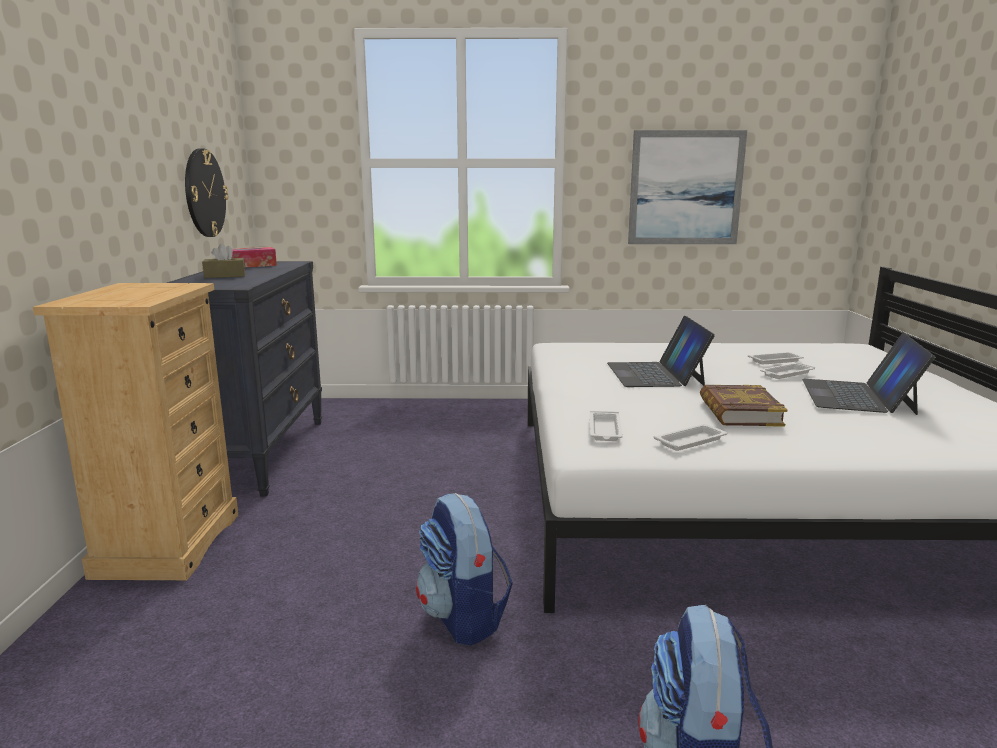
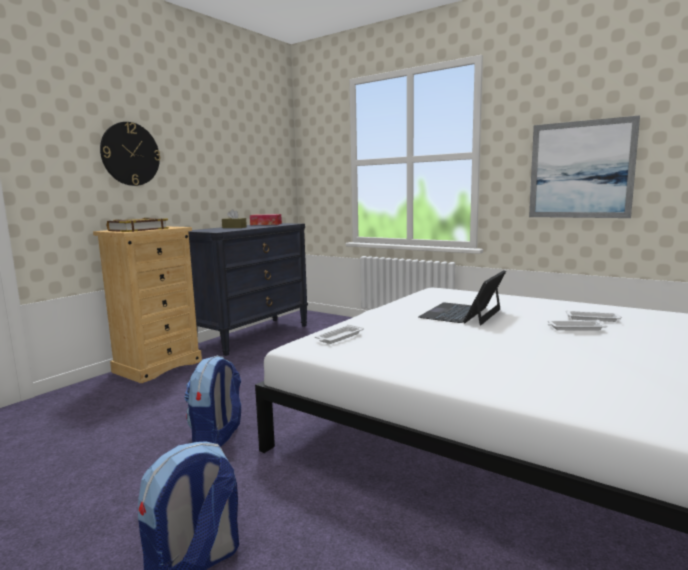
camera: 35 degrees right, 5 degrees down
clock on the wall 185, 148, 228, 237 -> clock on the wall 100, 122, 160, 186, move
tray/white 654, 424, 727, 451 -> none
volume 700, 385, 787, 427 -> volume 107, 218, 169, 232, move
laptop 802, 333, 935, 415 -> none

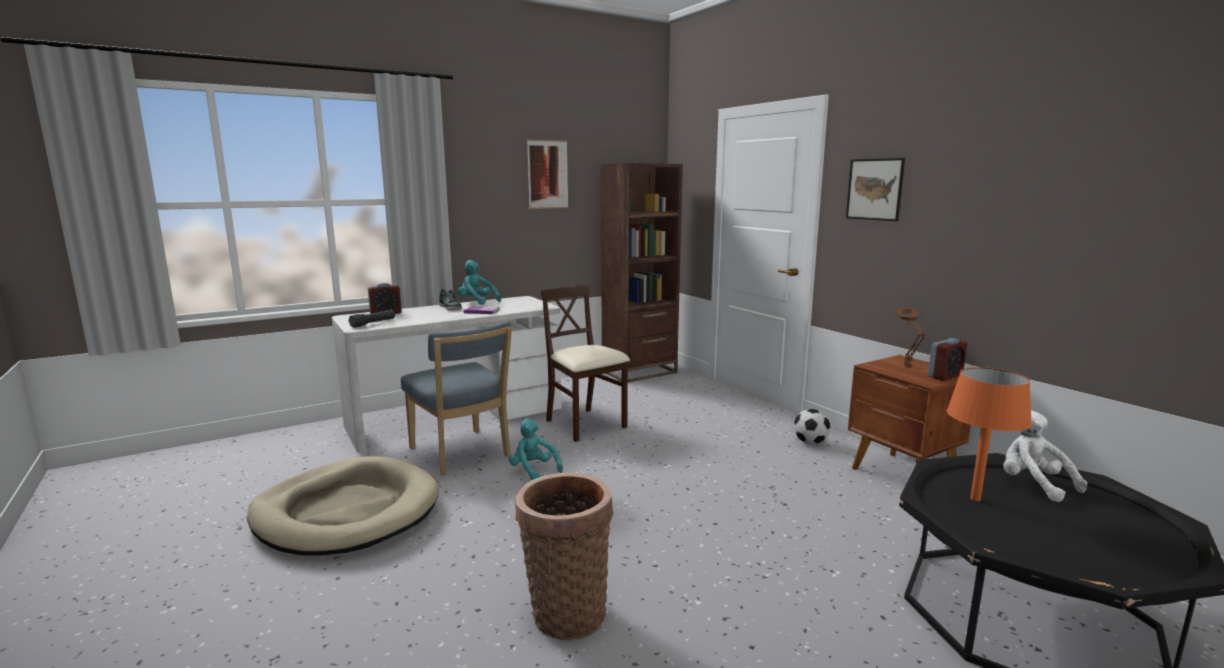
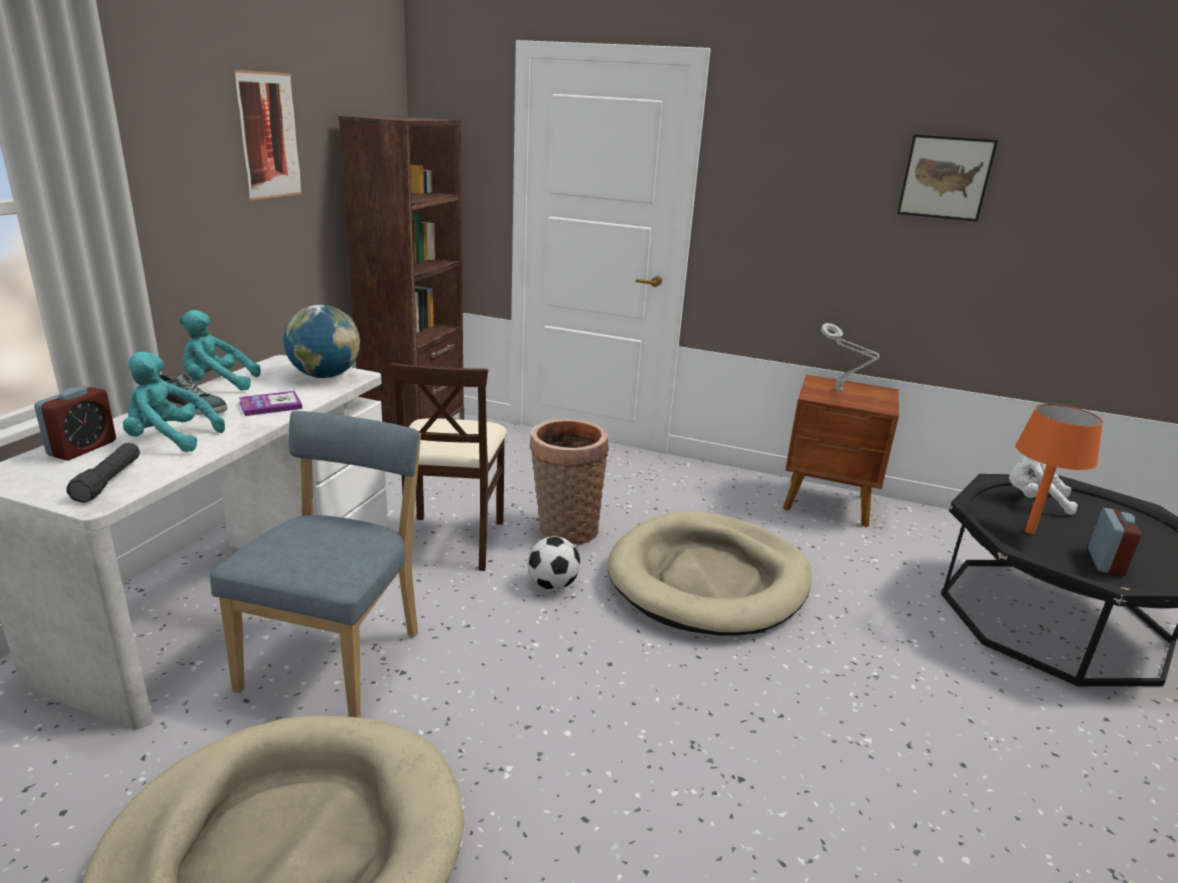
camera: 40 degrees left, 10 degrees up
chair/bluish 401, 322, 512, 475 -> chair/bluish 210, 411, 421, 718, 90 degrees counterclockwise
soft toy/blue-green 509, 418, 563, 480 -> soft toy/blue-green 123, 352, 225, 452, move
basket 515, 472, 613, 640 -> basket 530, 419, 609, 545, move
chair/sand-coloured 541, 285, 630, 442 -> chair/sand-coloured 391, 363, 507, 571, 105 degrees counterclockwise
football 794, 409, 831, 444 -> football 527, 536, 580, 590, move
wall art 846, 158, 905, 221 -> wall art 897, 134, 998, 222, move
table lamp/brown 897, 307, 925, 367 -> table lamp/gray 821, 323, 880, 391
bedside clock 928, 338, 967, 381 -> bedside clock 1088, 508, 1141, 576, move
none -> world globe 283, 305, 360, 378
none -> dog cushion/sand-coloured 608, 511, 812, 636

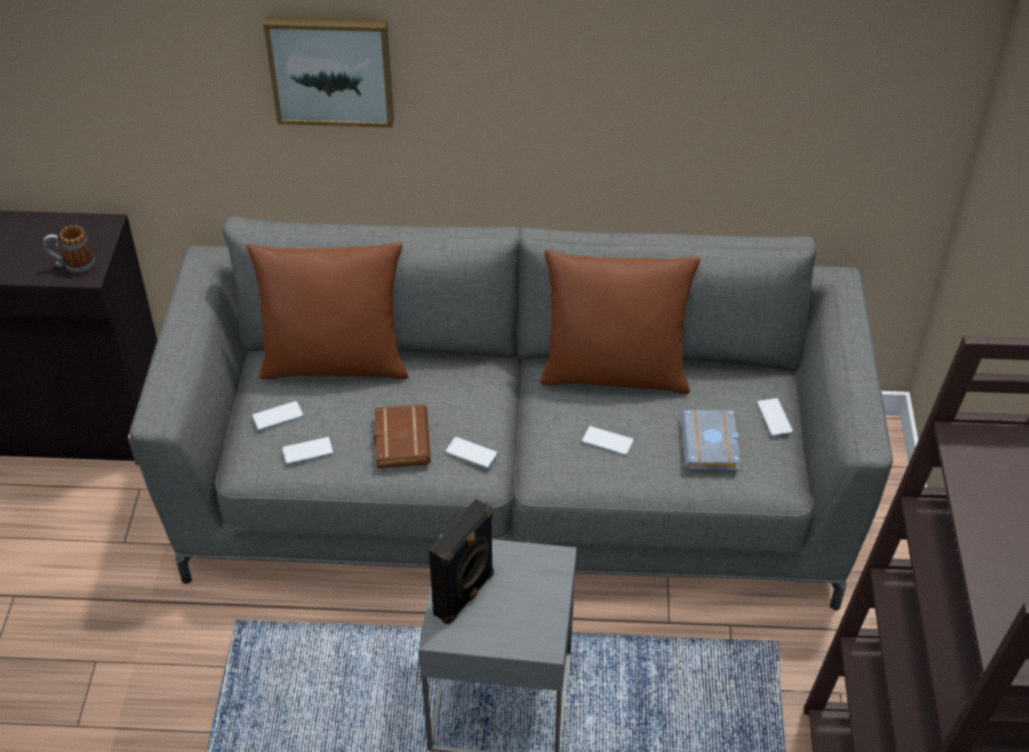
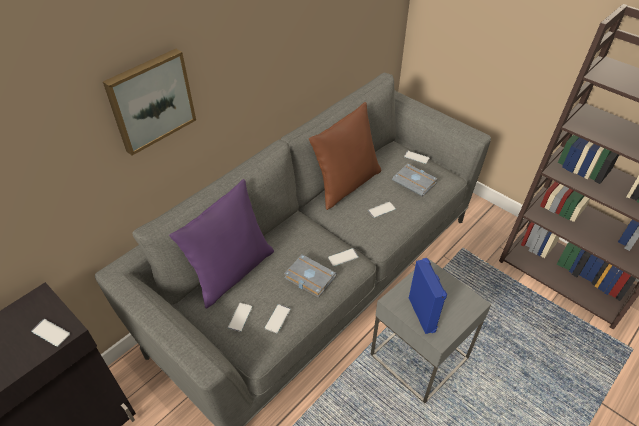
camera: 50 degrees left, 0 degrees up
coffee mug 43, 225, 96, 274 -> phone 31, 319, 70, 347
cushion/brown 247, 243, 408, 379 -> cushion/purplish 169, 179, 274, 308
volume/brown 374, 405, 431, 468 -> volume/gray 284, 254, 337, 298
audio speaker/blackish 429, 499, 494, 625 -> audio speaker/bluish 409, 258, 447, 334

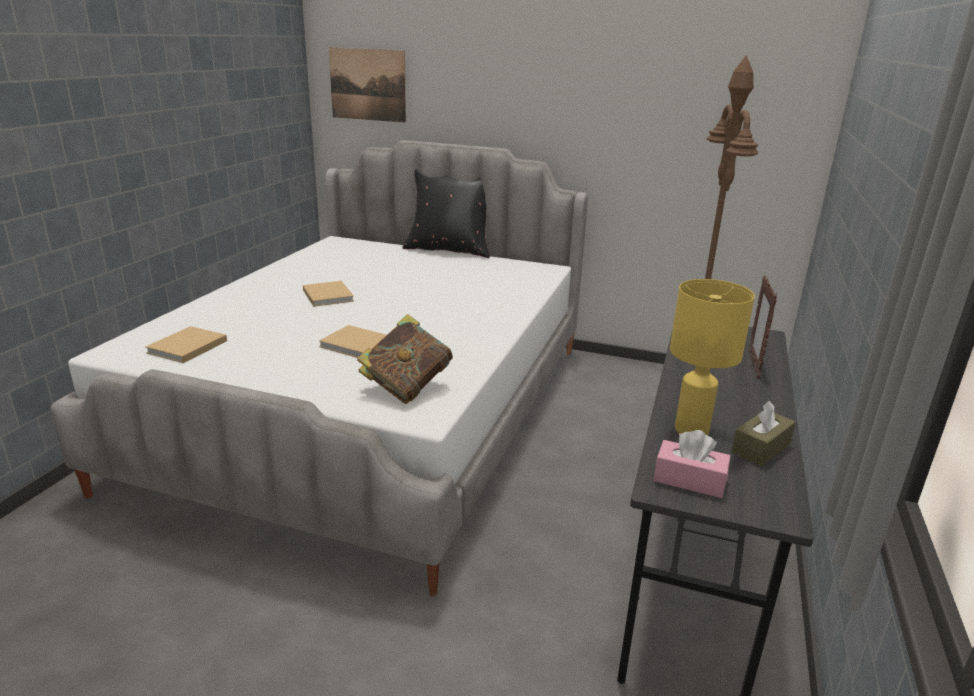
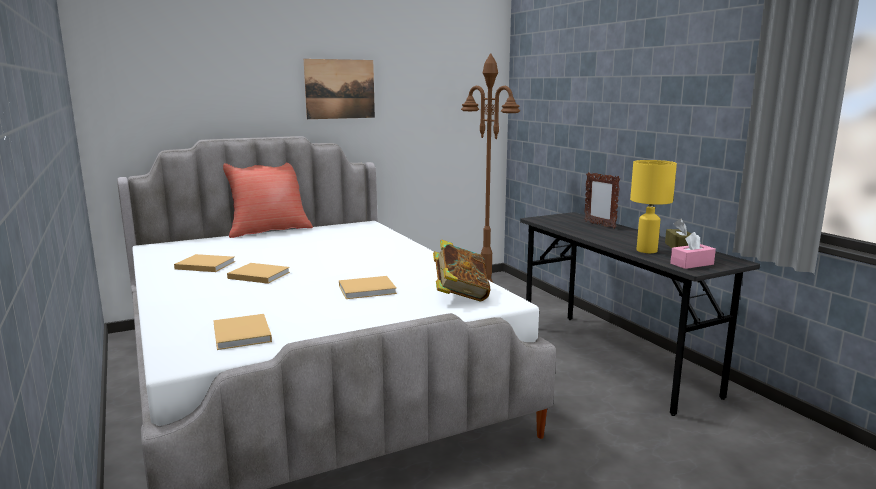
camera: 45 degrees left, 10 degrees down
wall art 329, 47, 406, 123 -> wall art 304, 59, 375, 119, move
cushion/blackish 402, 169, 490, 258 -> cushion/reddish 223, 163, 313, 238
none -> volume/sand-coloured 174, 254, 235, 272

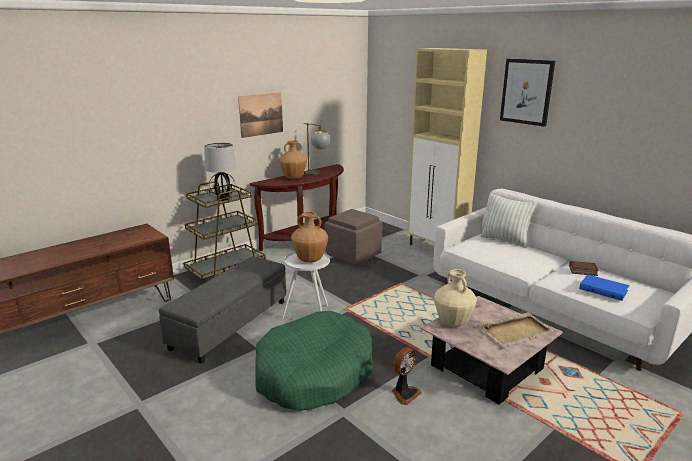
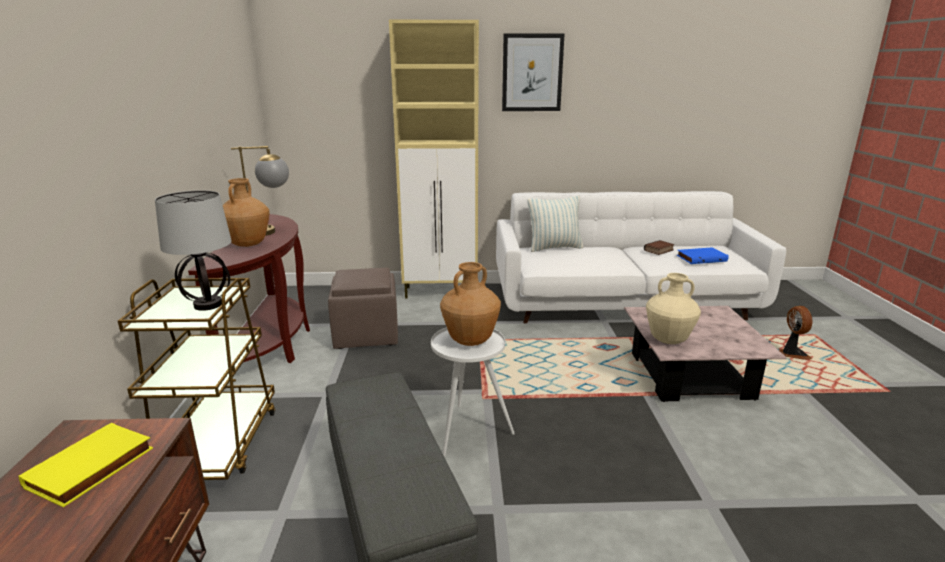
camera: 50 degrees left, 0 degrees up
wall art 238, 93, 283, 138 -> none
dog cushion/greenish 255, 311, 373, 411 -> none
cooling fan 392, 347, 422, 405 -> cooling fan 779, 306, 812, 360, move
tray/sand-coloured 478, 312, 555, 347 -> none
none -> volume/yellow-coloured 19, 423, 153, 507

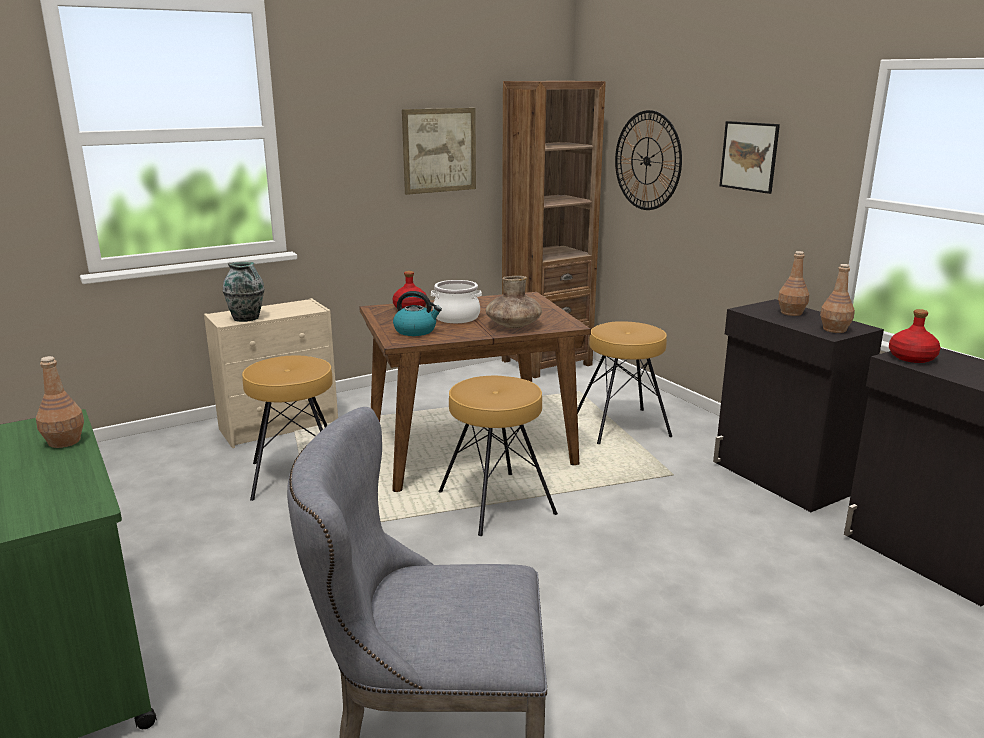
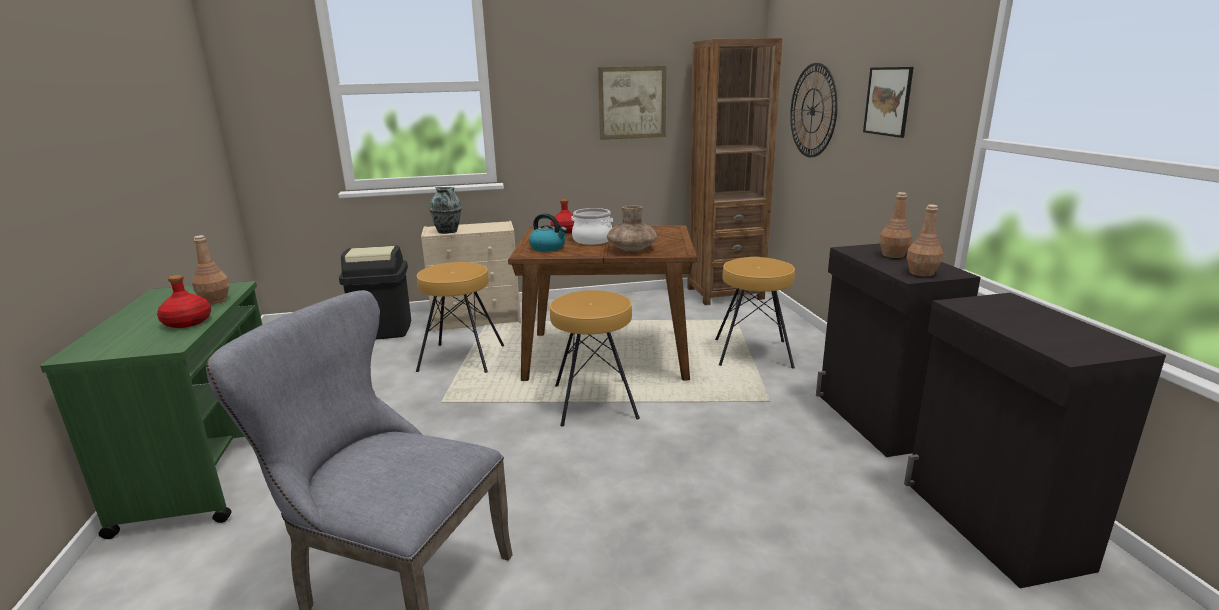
camera: 20 degrees right, 0 degrees up
drink bottle/reddish 889, 309, 941, 363 -> drink bottle/reddish 157, 275, 211, 328, move
none -> waste bin/blackish 339, 246, 411, 339

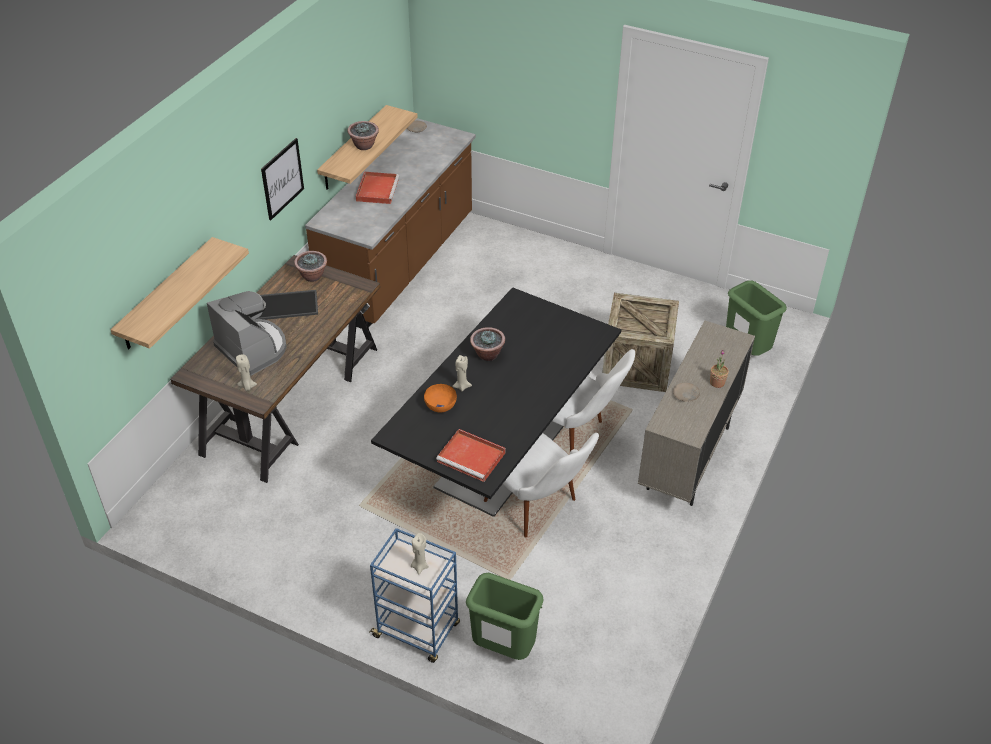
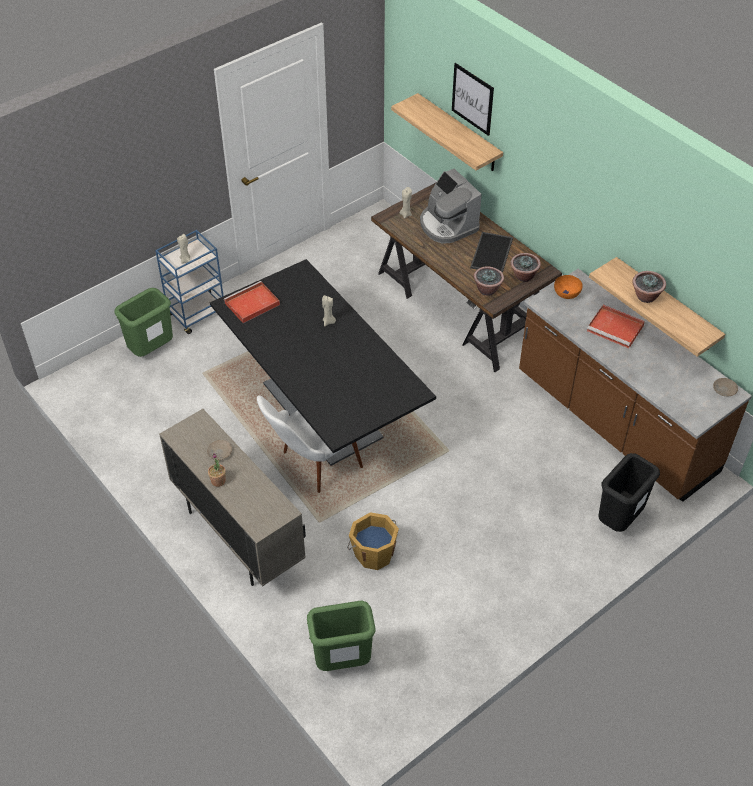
camera: 115 degrees right, 5 degrees up
coffee brewer 207, 291, 287, 376 -> coffee brewer 420, 169, 482, 244, 75 degrees clockwise
wall art 261, 138, 304, 220 -> wall art 452, 63, 494, 136, move
bowl/orangey 424, 384, 457, 412 -> bowl/orangey 554, 275, 583, 299, move
houseplant 470, 327, 505, 361 -> houseplant 473, 266, 504, 296, move
chair/white 484, 433, 599, 538 -> none
shipping crate 602, 293, 679, 392 -> water bucket/orangey 347, 512, 399, 570
none -> waste bin/blackish 599, 453, 660, 532

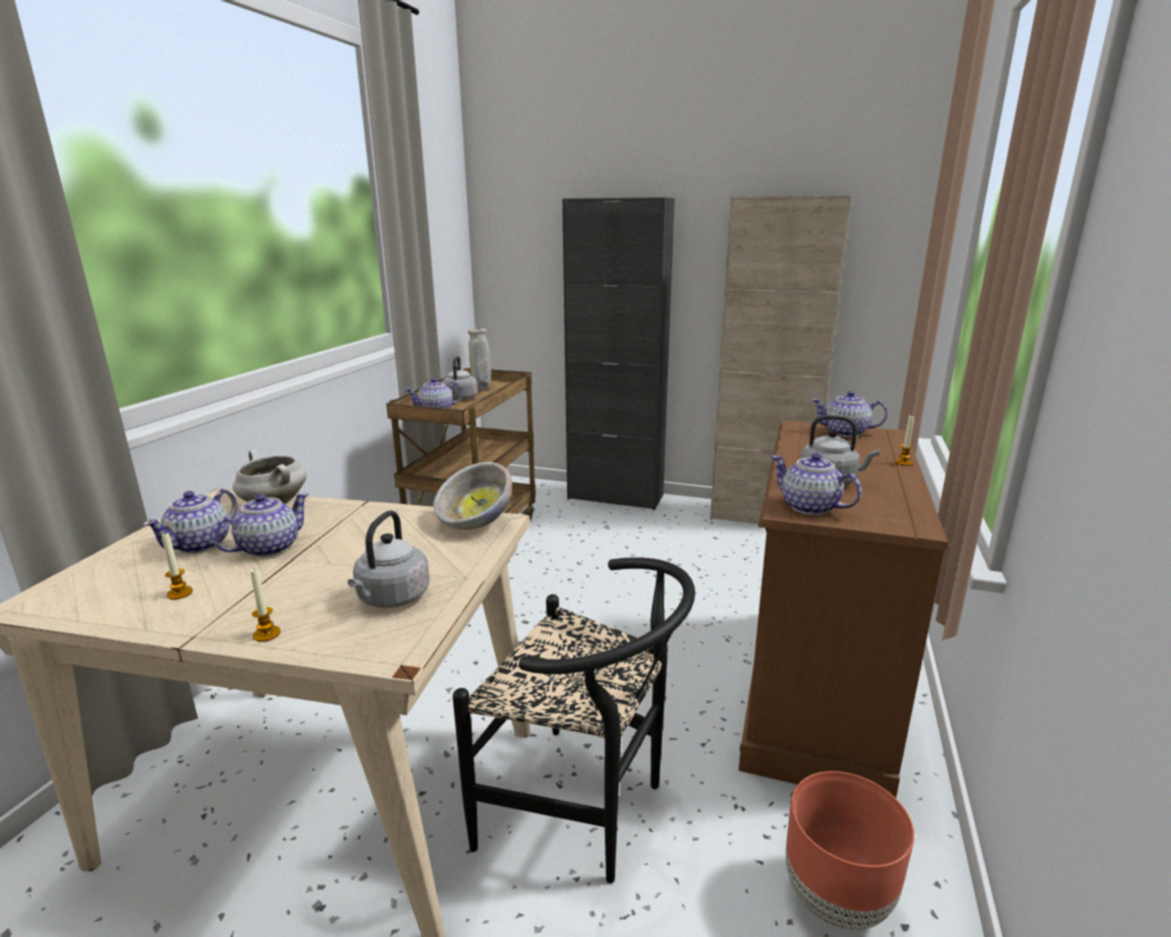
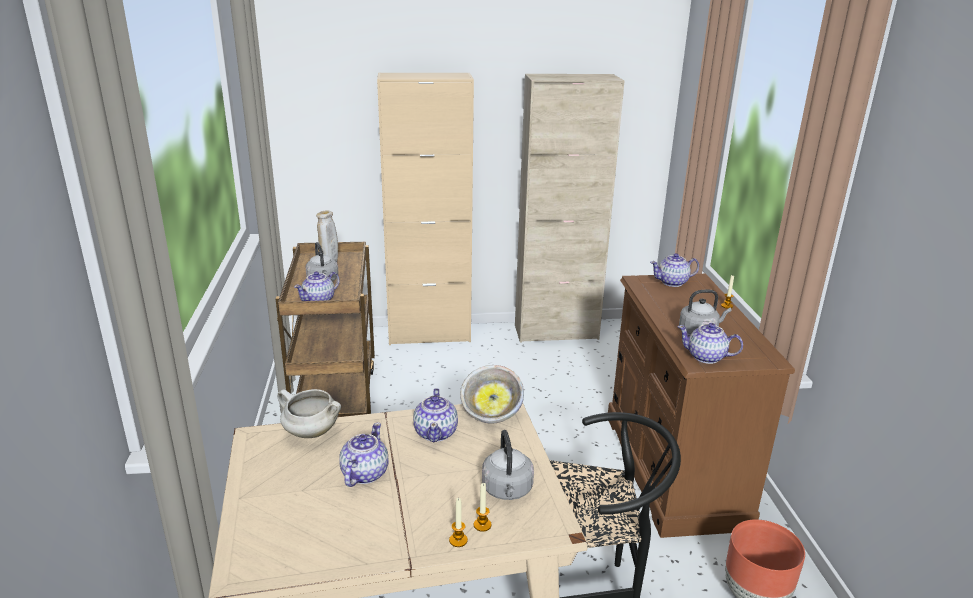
camera: 25 degrees left, 5 degrees up
tea pot 143, 489, 237, 554 -> tea pot 413, 388, 458, 442, move
wax candle 162, 532, 193, 600 -> wax candle 474, 483, 491, 532, move
storage cabinet/blackish 562, 197, 675, 510 -> storage cabinet/sand-coloured 377, 73, 474, 345

